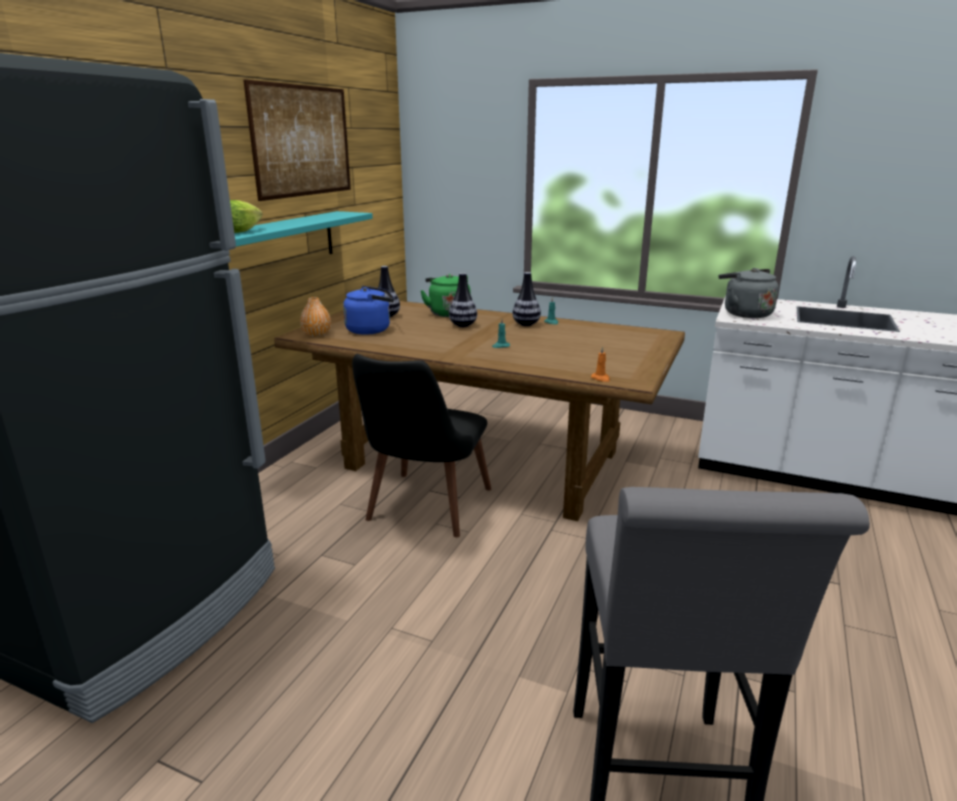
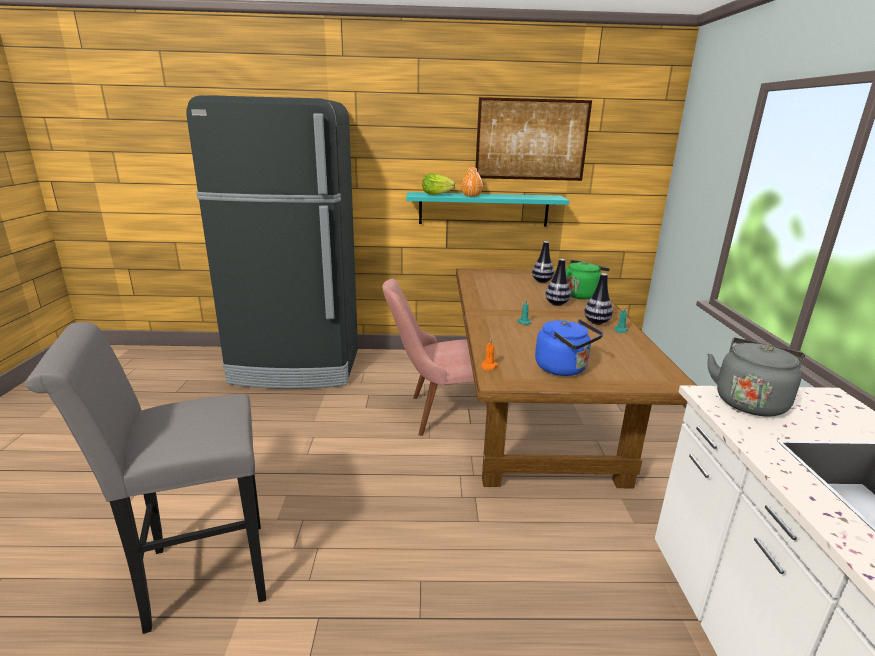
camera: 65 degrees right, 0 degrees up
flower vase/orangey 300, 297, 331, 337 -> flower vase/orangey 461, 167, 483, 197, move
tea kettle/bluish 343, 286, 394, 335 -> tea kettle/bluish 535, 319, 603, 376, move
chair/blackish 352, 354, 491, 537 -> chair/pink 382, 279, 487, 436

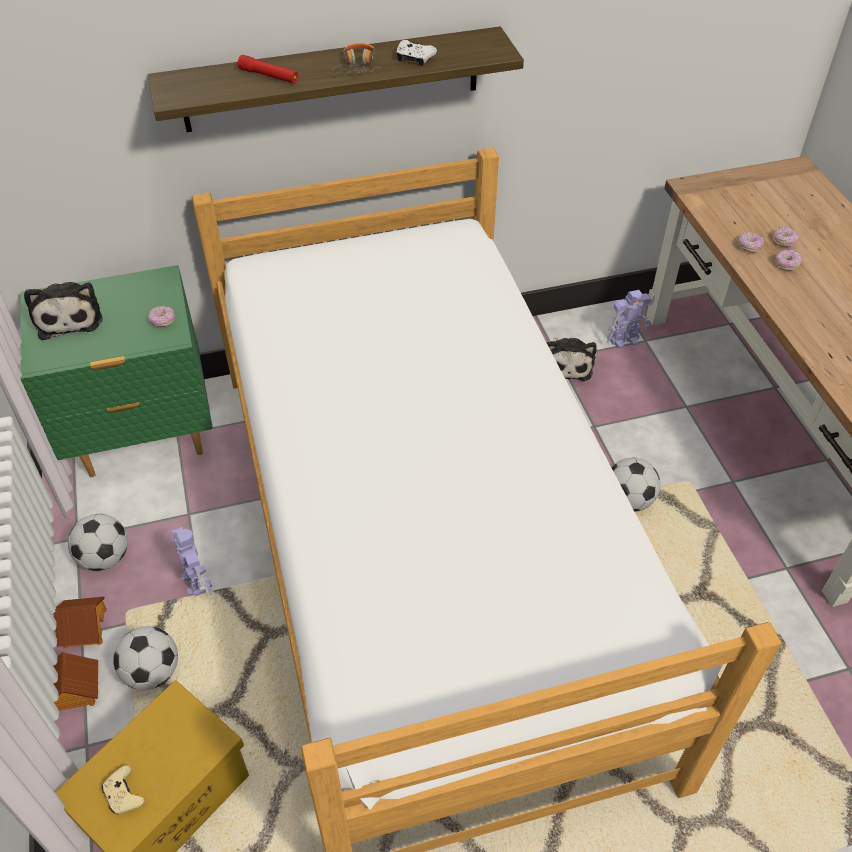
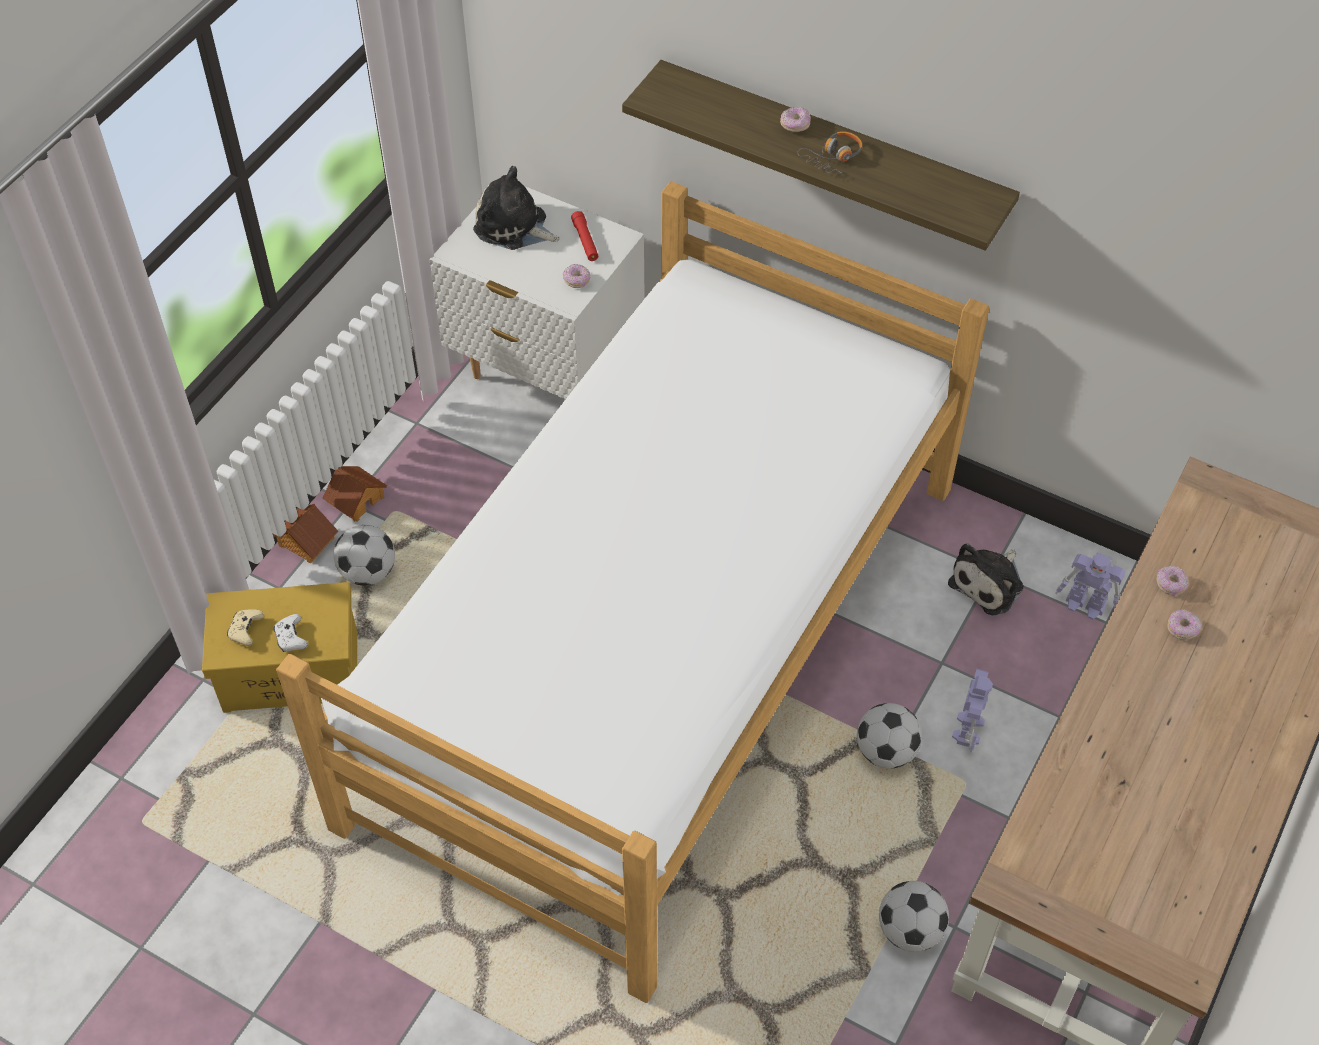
camera: 45 degrees right, 5 degrees up
night table/greenish 20, 265, 213, 477 -> night table/white 429, 186, 645, 399
soft toy 24, 282, 103, 340 -> soft toy 473, 166, 560, 250, 90 degrees clockwise
football 68, 514, 128, 571 -> football 879, 881, 949, 952, move
robot figure 171, 526, 212, 596 -> robot figure 952, 669, 993, 753, move
flashlight/reddish 238, 55, 298, 84 -> flashlight/reddish 571, 211, 598, 261, move
joypad/white 396, 40, 437, 66 -> joypad/white 274, 614, 308, 652, move
donut 773, 226, 799, 247 -> donut 780, 107, 811, 132, move

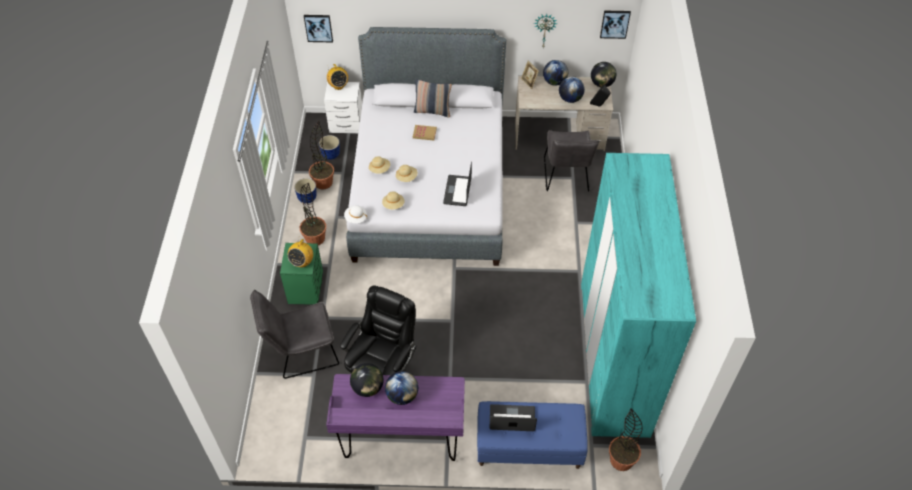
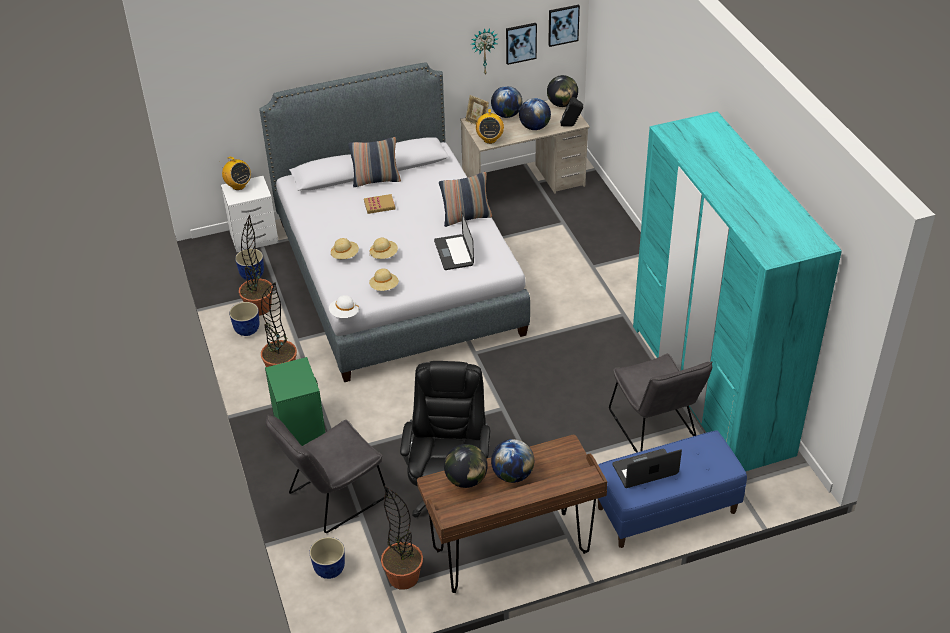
camera: 20 degrees left, 10 degrees down
radio set 288, 236, 313, 268 -> radio set 476, 109, 504, 144, move
wall art 304, 15, 333, 42 -> wall art 506, 23, 537, 65, move
desk/purplish 326, 374, 465, 461 -> desk/brown 417, 435, 607, 593
chair/gray 544, 130, 599, 192 -> chair/gray 609, 353, 713, 453, move
houseplant 609, 408, 643, 471 -> houseplant 381, 485, 423, 590, move
none -> flower pot 309, 537, 345, 579
none -> cushion 439, 172, 492, 227

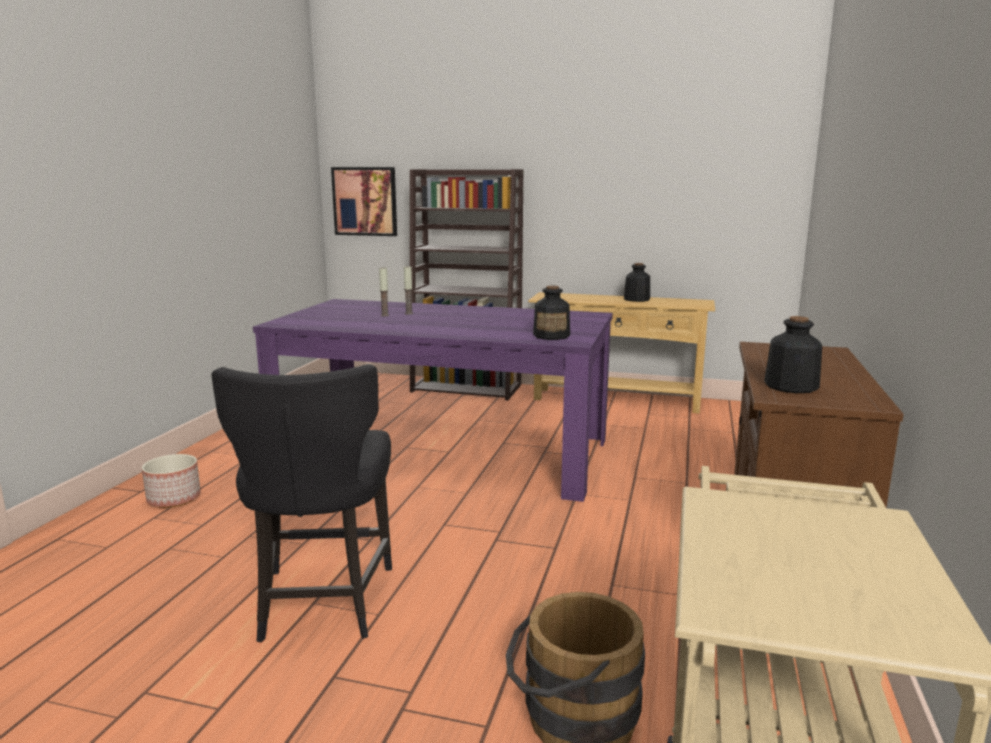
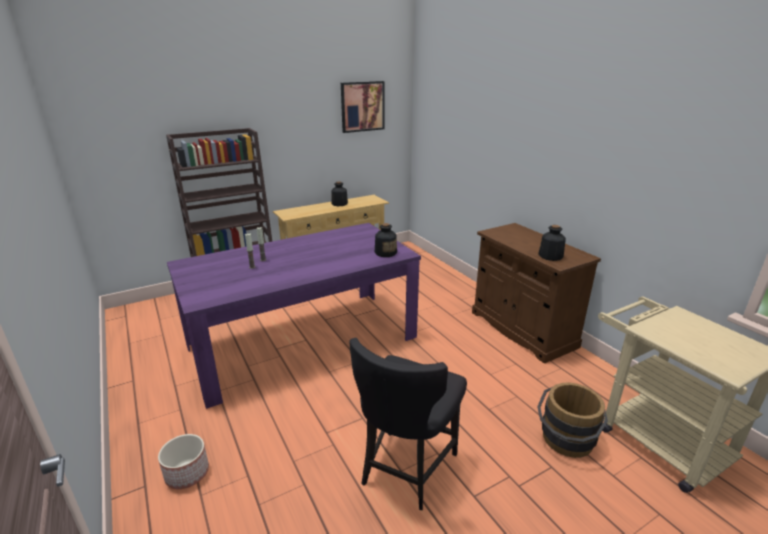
camera: 45 degrees left, 10 degrees up
chair/blackish 211, 364, 392, 643 -> chair/blackish 349, 338, 467, 510, 75 degrees clockwise
wall art 331, 167, 397, 236 -> wall art 341, 81, 384, 133, move

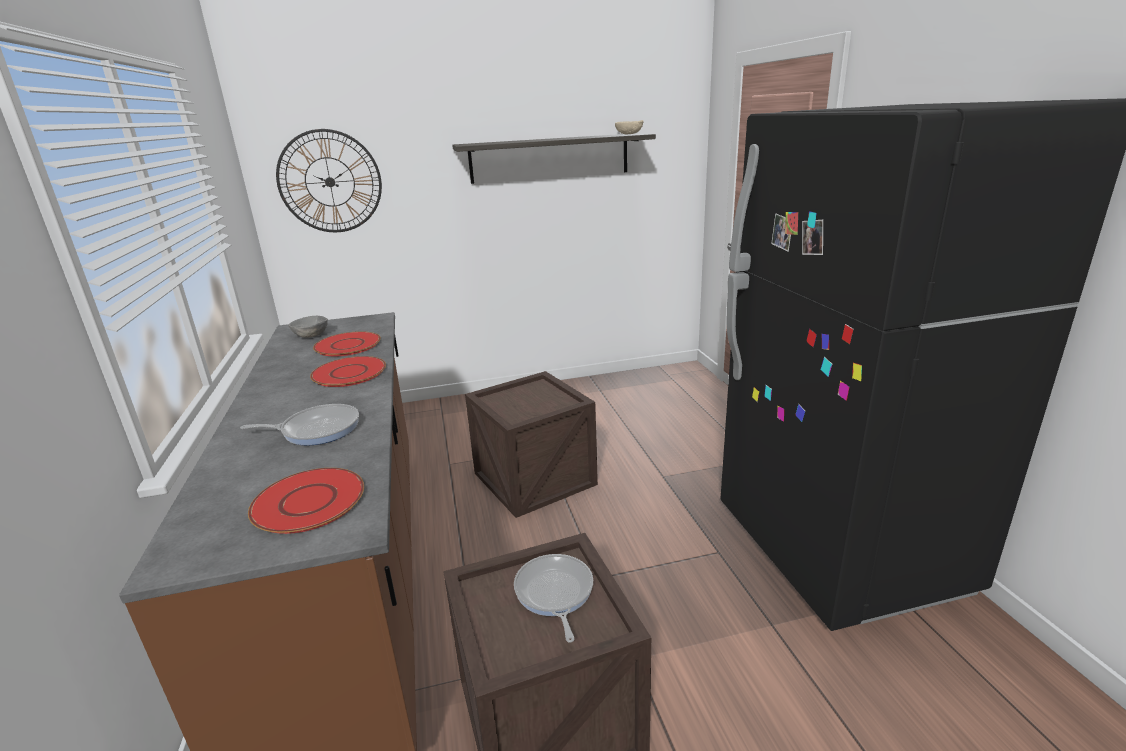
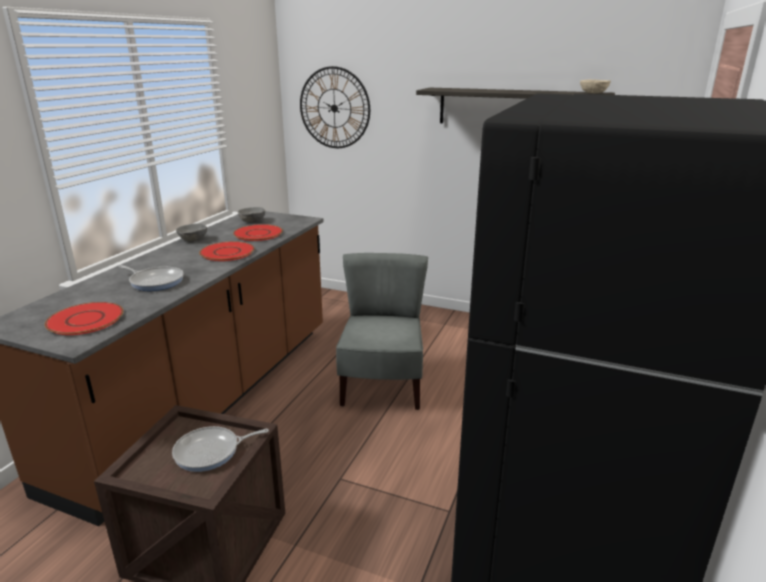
camera: 35 degrees right, 0 degrees up
shipping crate 465, 371, 598, 518 -> chair/gray 336, 253, 428, 410
frying pan 514, 554, 593, 642 -> frying pan 172, 426, 269, 472, 135 degrees counterclockwise
none -> bowl/gray 176, 223, 207, 241

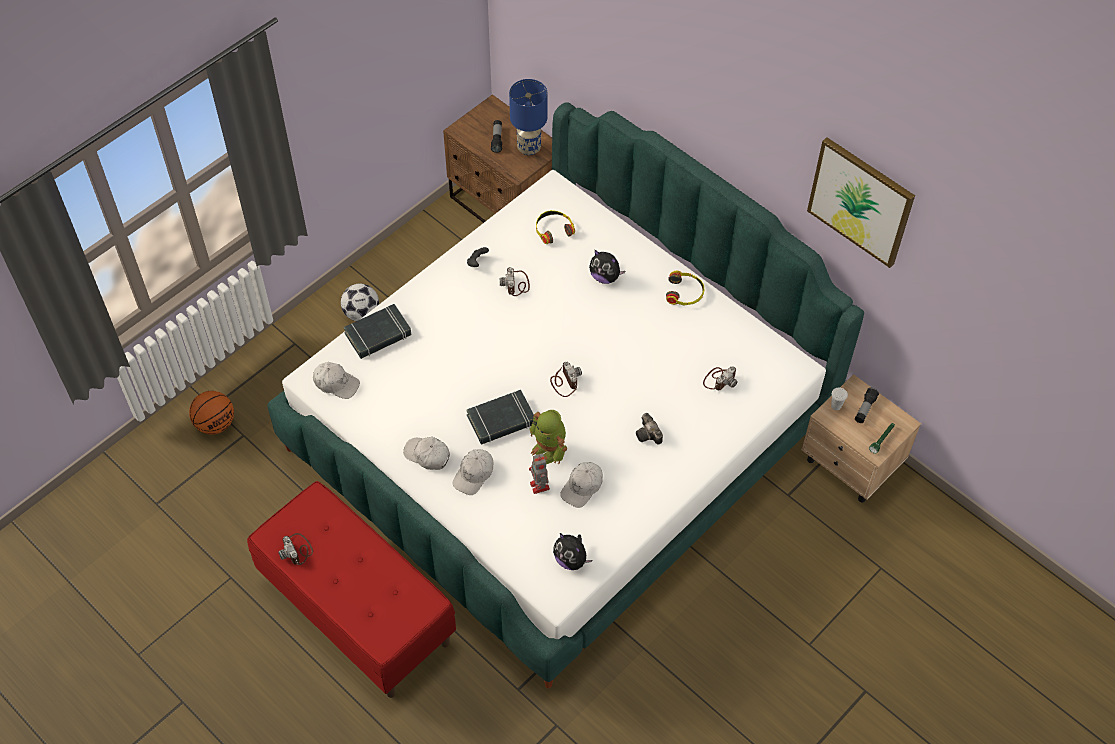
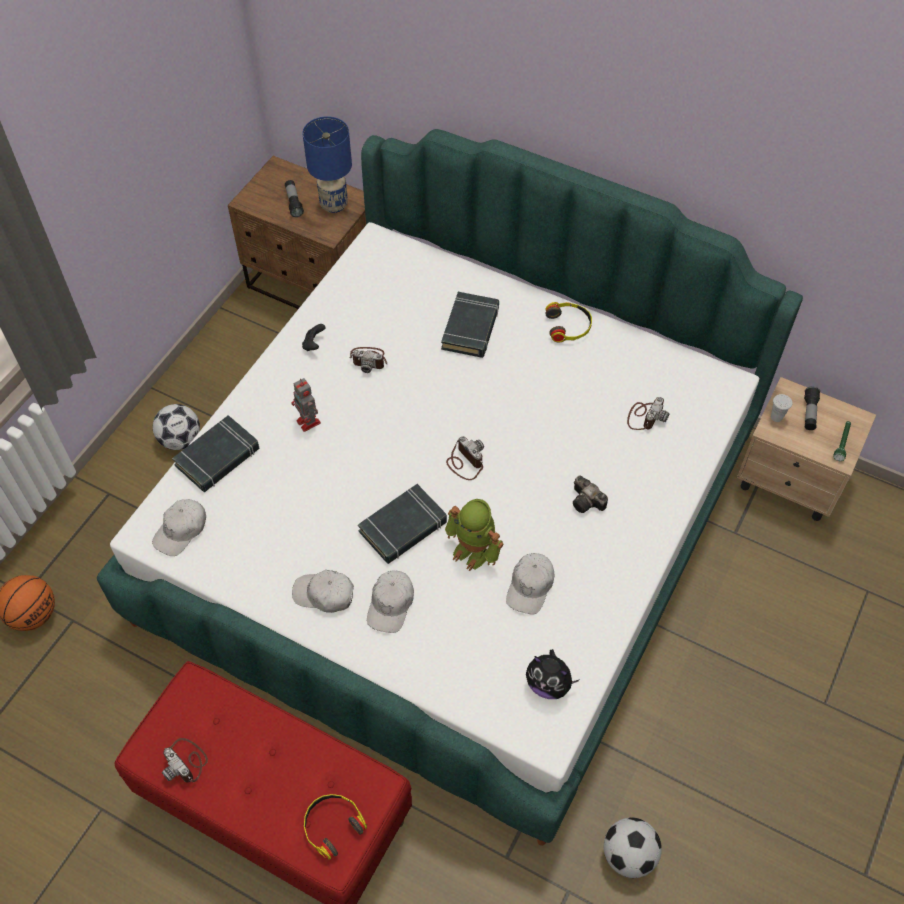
camera: 15 degrees left, 0 degrees up
peaked cap/white 313, 362, 360, 399 -> peaked cap/white 152, 499, 206, 556, 120 degrees clockwise
photo camera 500, 267, 530, 296 -> photo camera 349, 347, 387, 373, 60 degrees counterclockwise
robot figure 529, 454, 550, 494 -> robot figure 292, 378, 321, 432, move
pair of headphones 536, 210, 575, 244 -> pair of headphones 304, 794, 367, 860, move
soft toy 589, 250, 625, 284 -> volume/blackish 441, 292, 499, 358
wall art 807, 137, 915, 268 -> none
none -> football 604, 818, 662, 878

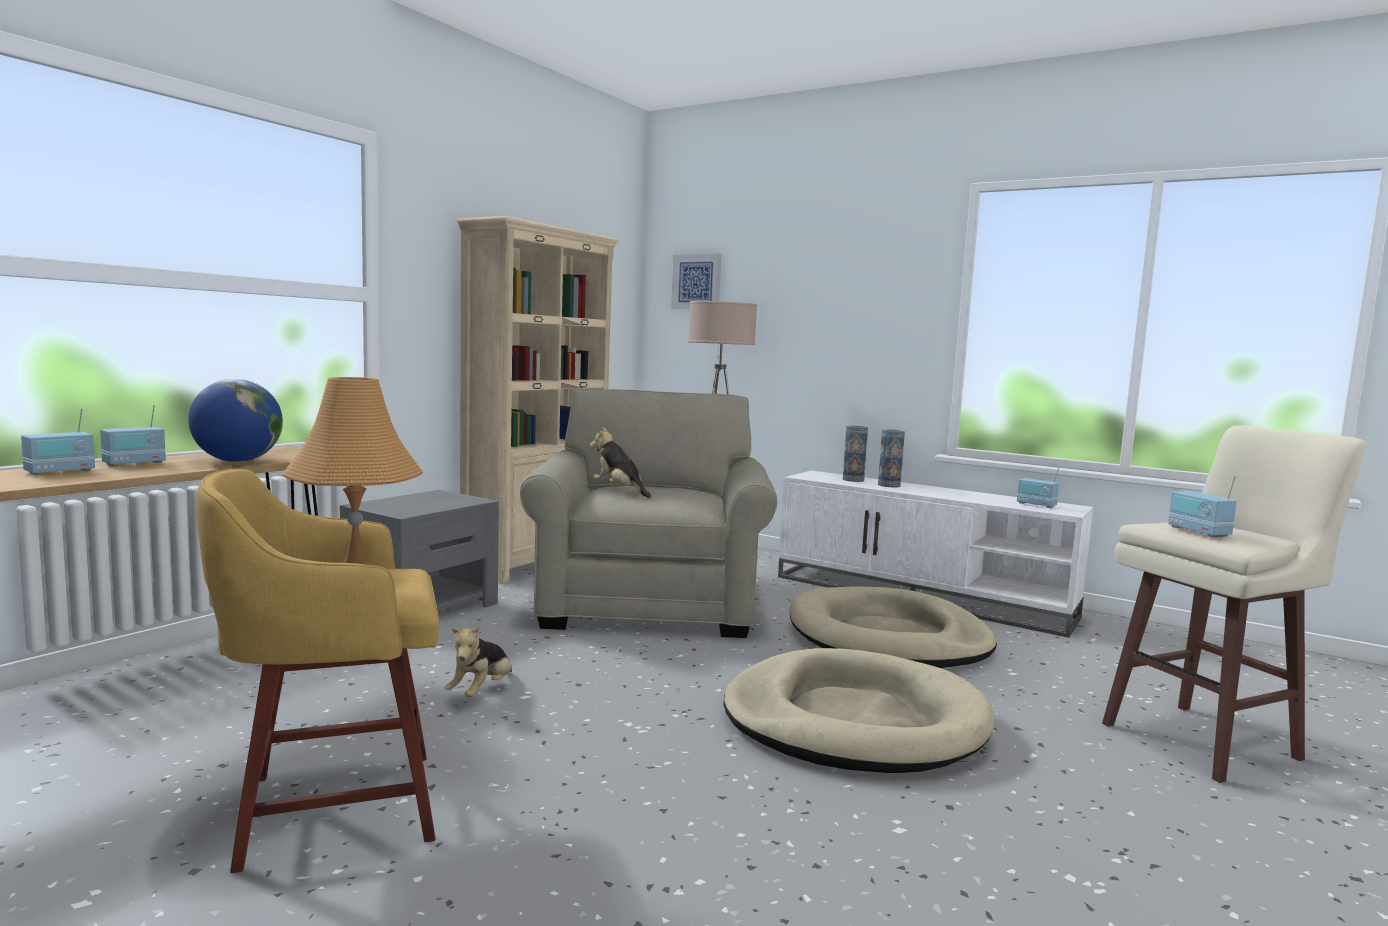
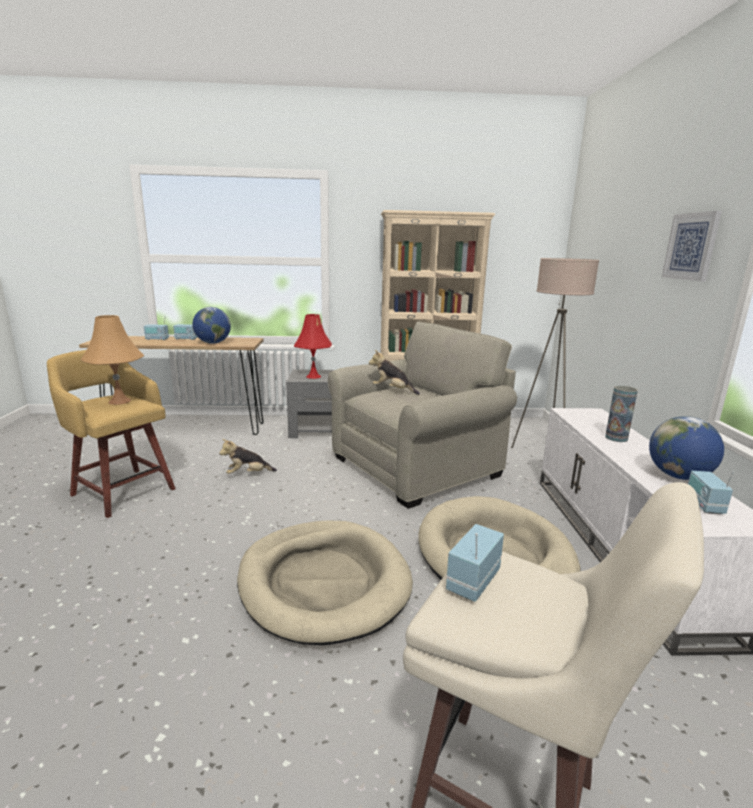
camera: 55 degrees right, 10 degrees up
soft toy 590, 427, 651, 498 -> soft toy 369, 350, 420, 395, 75 degrees counterclockwise
wall art 671, 254, 721, 309 -> wall art 662, 211, 722, 281, move
flower vase 843, 426, 868, 482 -> none
none -> table lamp/reddish 294, 314, 332, 379
none -> world globe 649, 416, 724, 480

